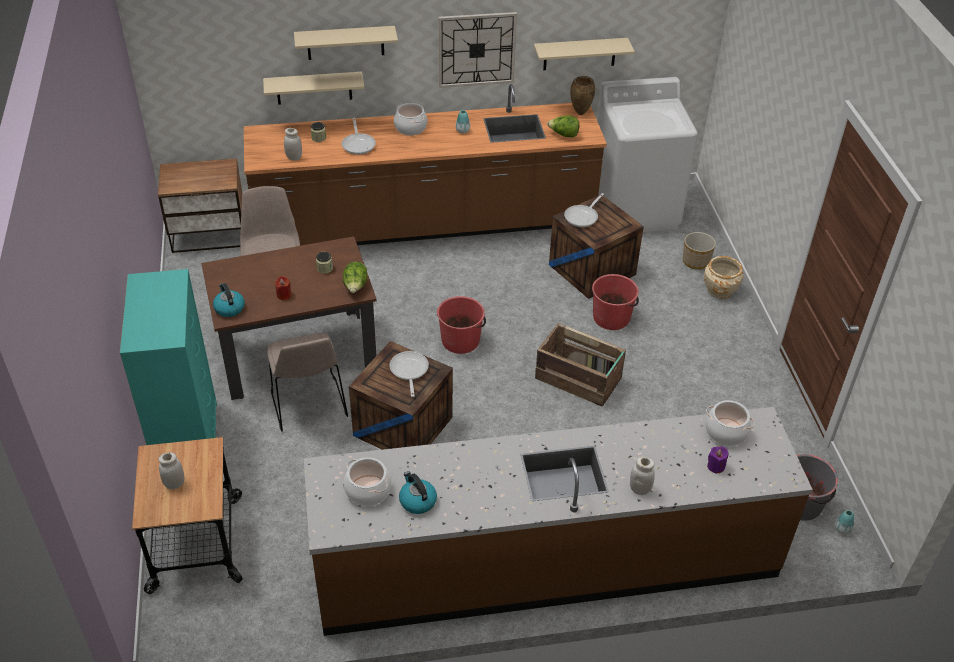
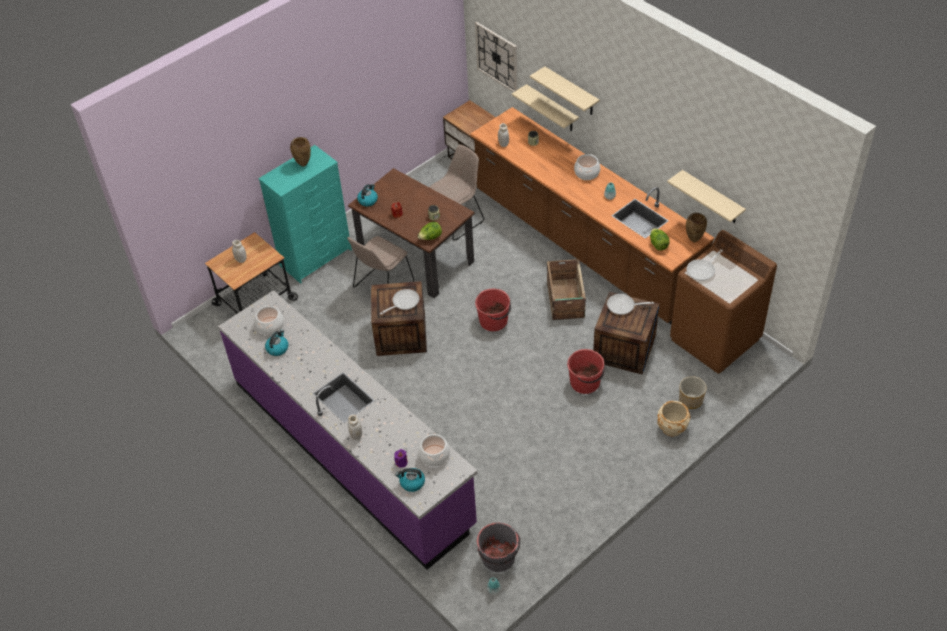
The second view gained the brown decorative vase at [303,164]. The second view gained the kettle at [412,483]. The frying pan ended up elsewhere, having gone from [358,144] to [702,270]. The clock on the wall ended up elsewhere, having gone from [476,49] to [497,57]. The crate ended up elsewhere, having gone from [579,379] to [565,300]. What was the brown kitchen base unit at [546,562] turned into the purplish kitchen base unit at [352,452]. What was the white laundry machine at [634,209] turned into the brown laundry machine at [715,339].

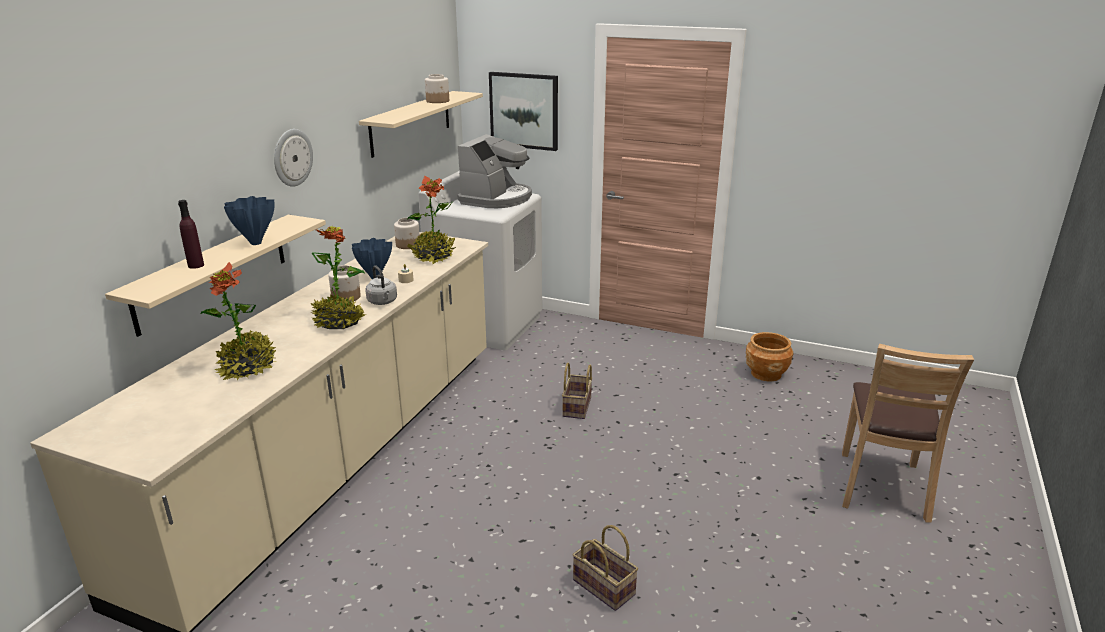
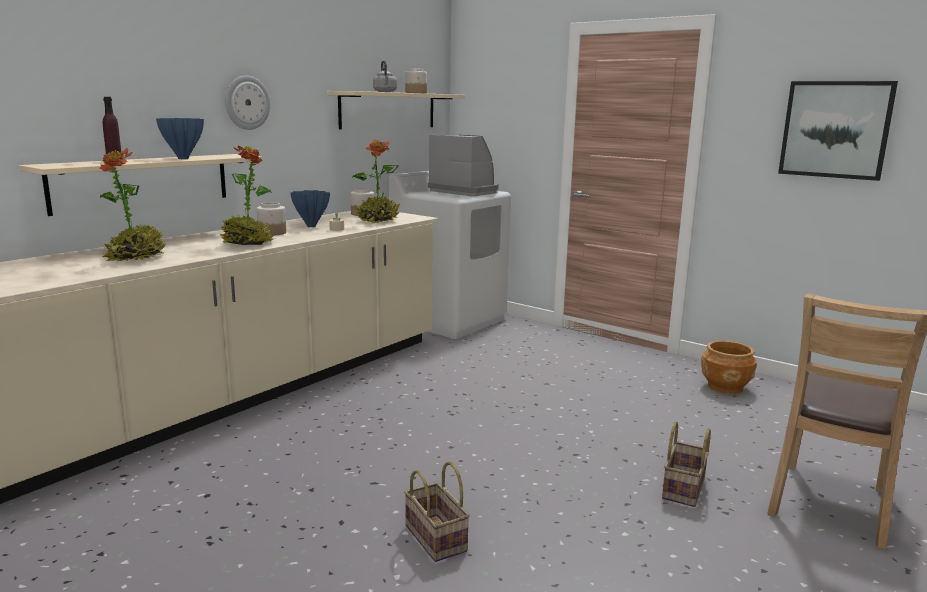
The grey kettle ended up elsewhere, having gone from [383,302] to [385,92]. The picture ended up elsewhere, having gone from [524,110] to [835,129]. The storage basket ended up elsewhere, having gone from [577,407] to [684,490]. The coffee brewer at [496,199] ended up facing another way, 90 degrees counterclockwise from before.

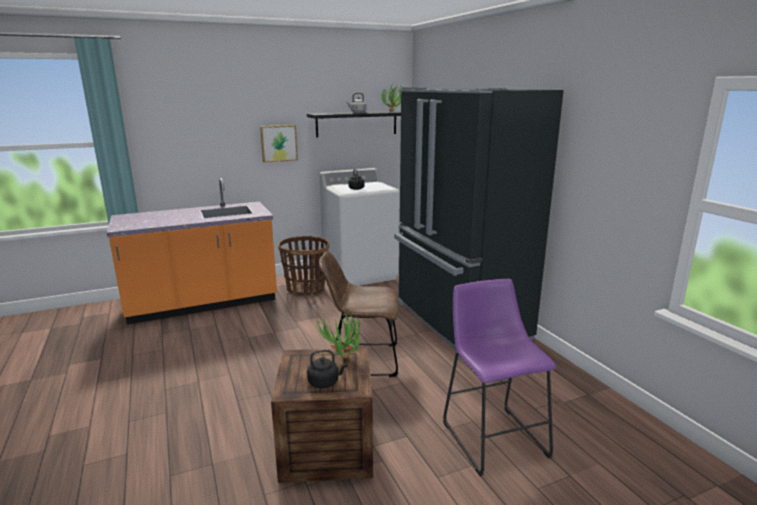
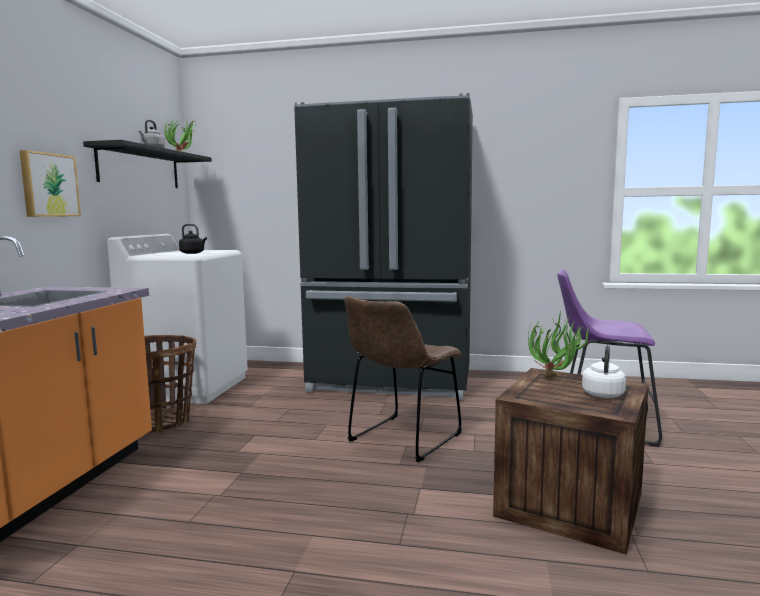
What was the black-coloured kettle at [325,382] turned into the white kettle at [603,394].

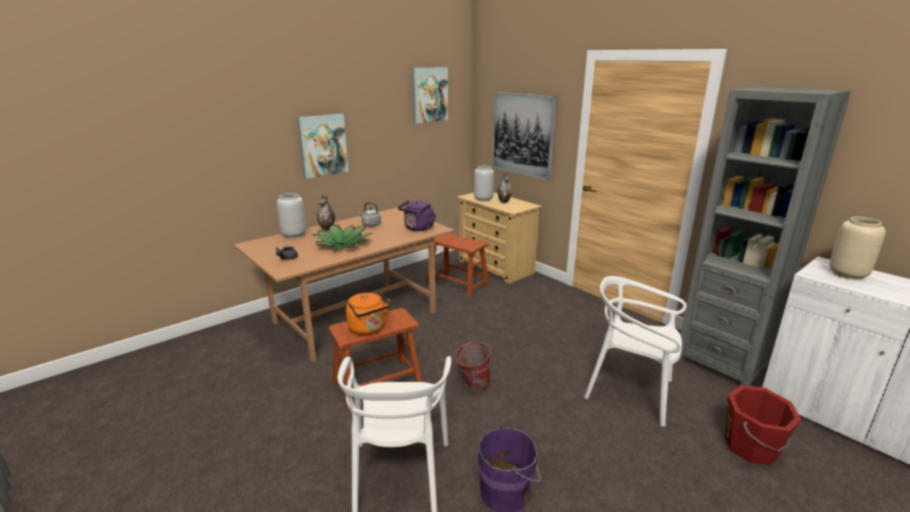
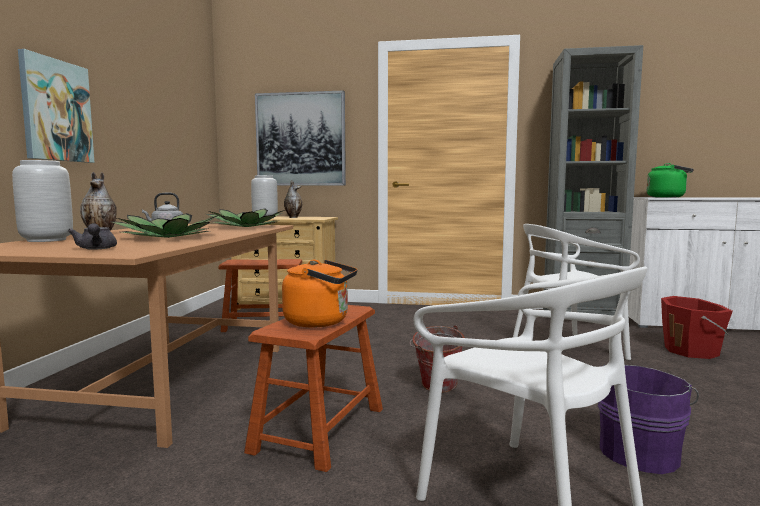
The second view lost the picture at [429,95]. Where the purplish kettle stood at [418,228], the plant in a pot came to stand at [246,227]. Where the sand-coloured decorative vase stood at [848,275], the green-coloured kettle came to stand at [668,197].

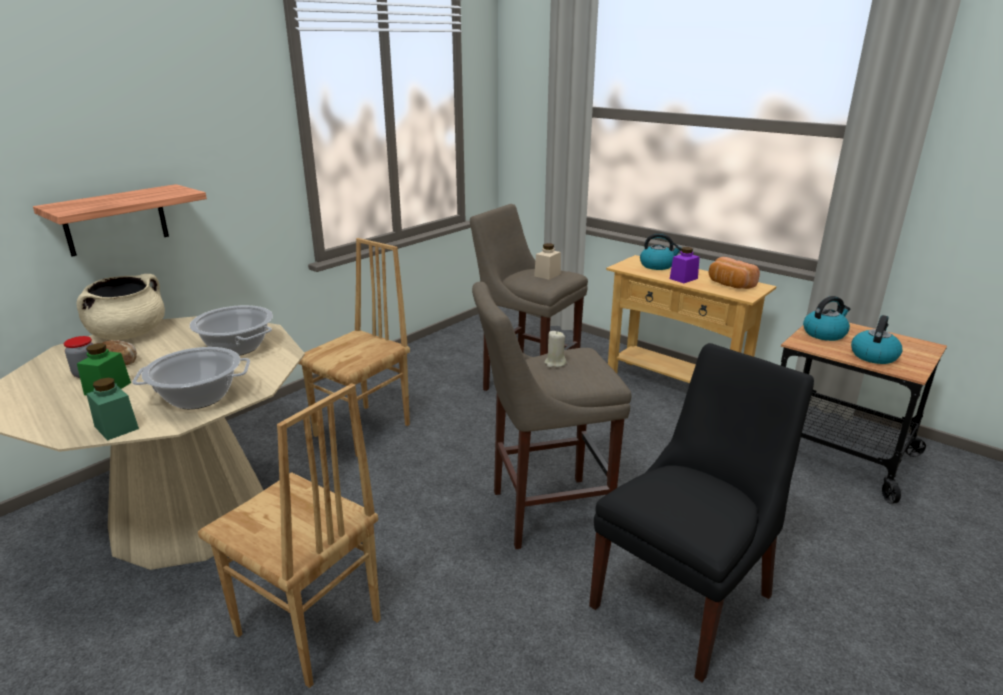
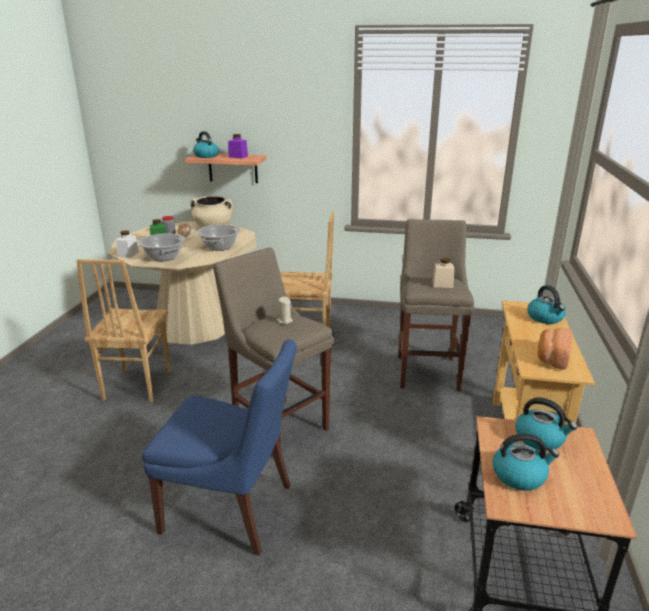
The second view gained the kettle at [205,156]. The purplish storage jar ended up elsewhere, having gone from [683,278] to [238,156]. What was the green-coloured storage jar at [116,427] turned into the white storage jar at [128,254]. What was the black-coloured chair at [685,597] turned into the blue chair at [232,509].

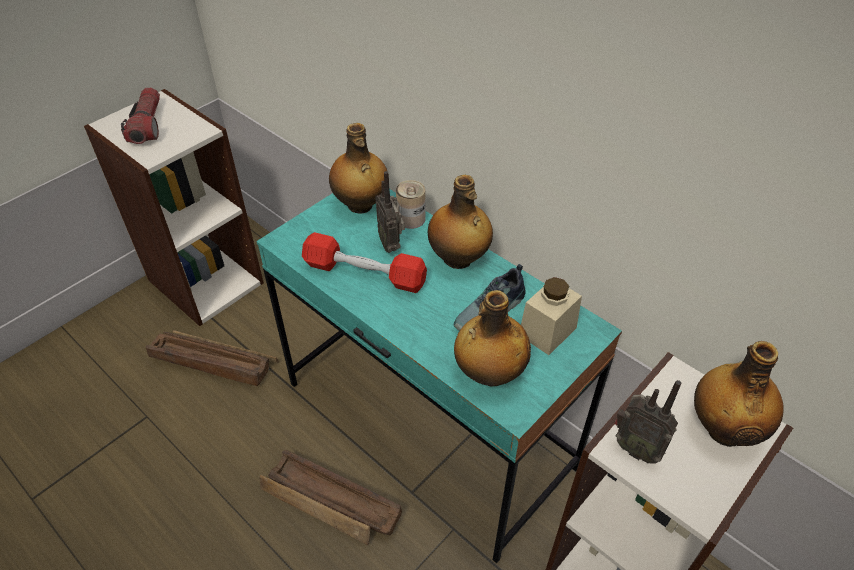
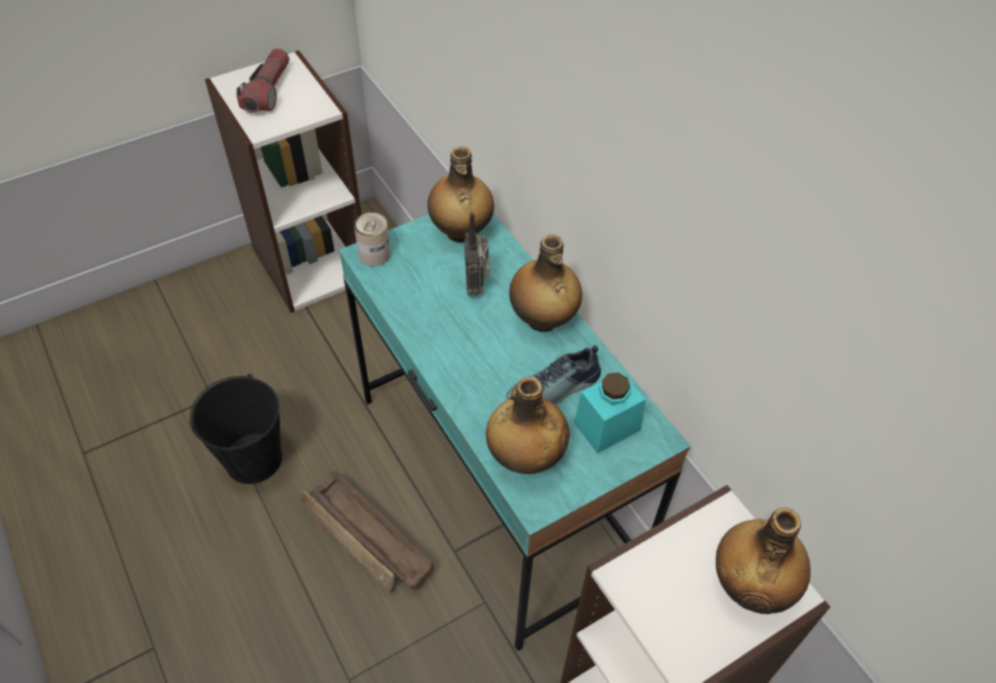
The second view lost the crate at [214,363]. The second view lost the red free weight at [365,273]. The second view lost the radio receiver at [635,448]. The second view gained the black-coloured water bucket at [254,459]. The can ended up elsewhere, having gone from [411,219] to [374,254]. What was the sand-coloured storage jar at [547,331] turned into the turquoise storage jar at [607,426].

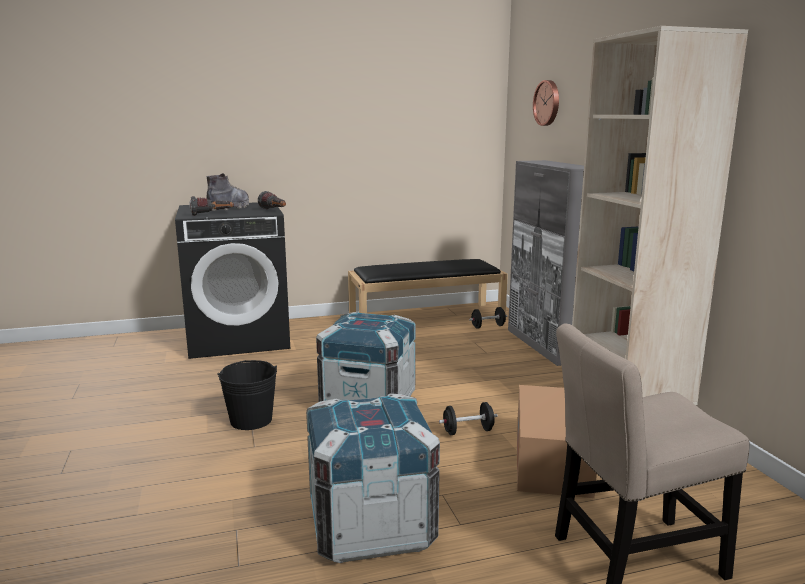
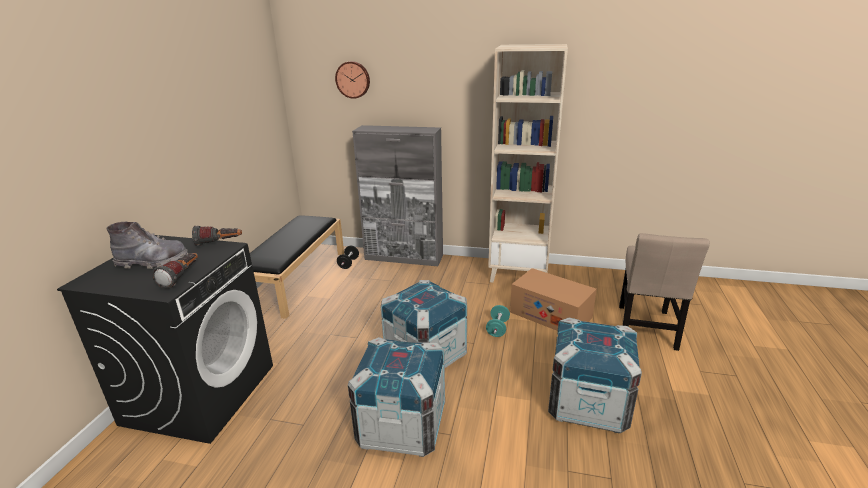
Where the black-coloured water bucket stood at [251,420], the crate came to stand at [402,426]. What was the black-coloured free weight at [468,431] turned into the turquoise free weight at [497,328]. The grey high-top boot at [229,208] ended up facing another way, 120 degrees clockwise from before.

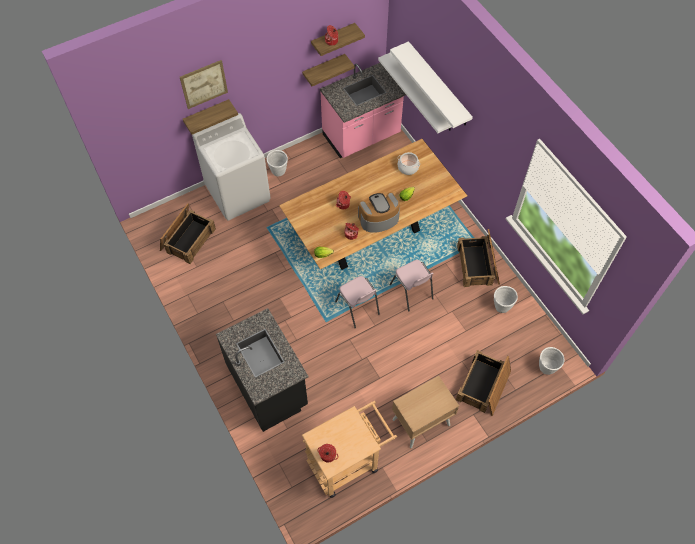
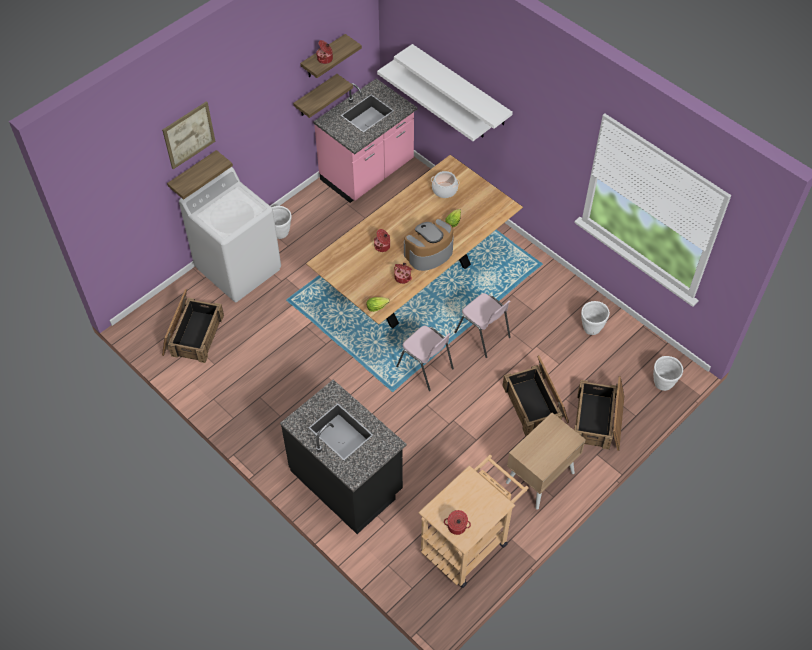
The crate ended up elsewhere, having gone from [478,265] to [536,404].

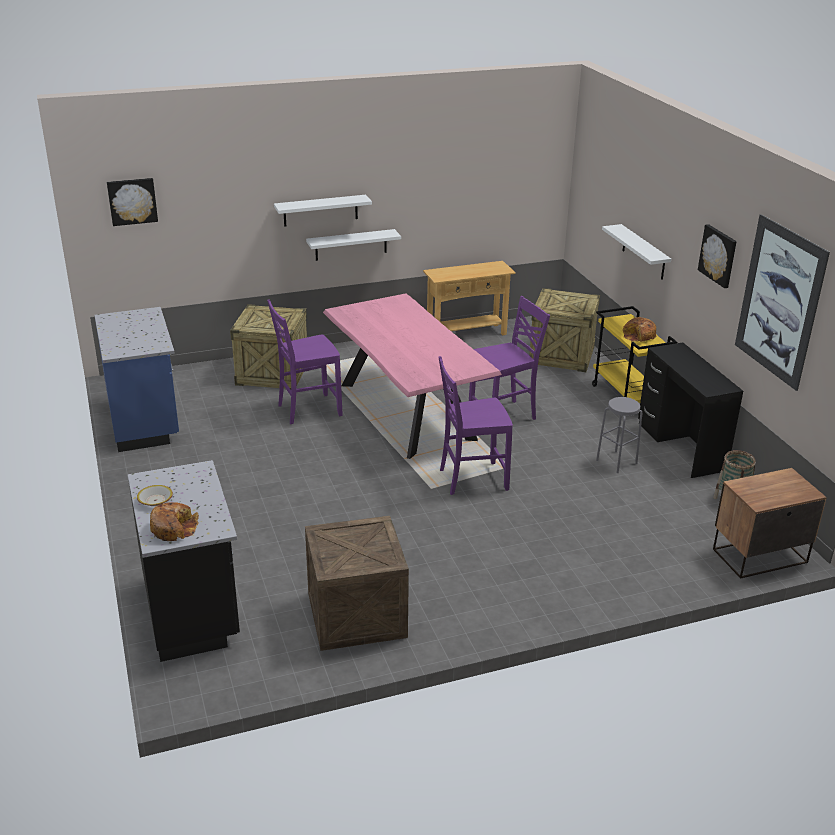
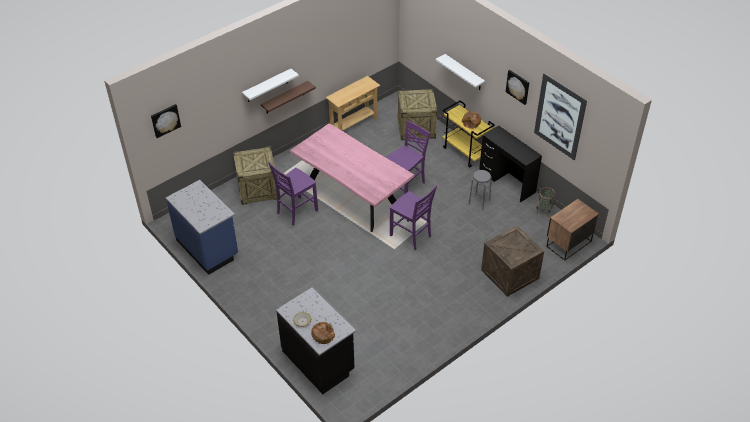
The crate ended up elsewhere, having gone from [355,616] to [509,275]. What was the white bracket shelf at [351,245] turned into the brown bracket shelf at [285,98]. The purplish chair at [471,479] ended up facing another way, 105 degrees counterclockwise from before.

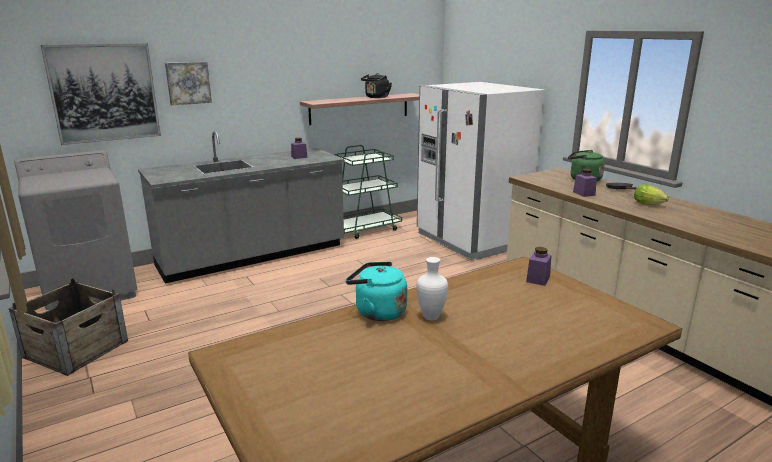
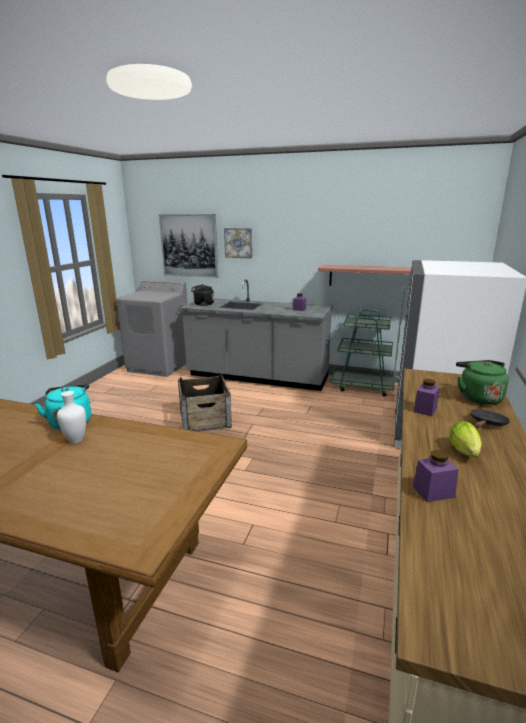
The crate ended up elsewhere, having gone from [75,349] to [205,419]. The black-coloured kettle ended up elsewhere, having gone from [376,97] to [202,304]. The purplish storage jar ended up elsewhere, having gone from [538,279] to [433,492].

